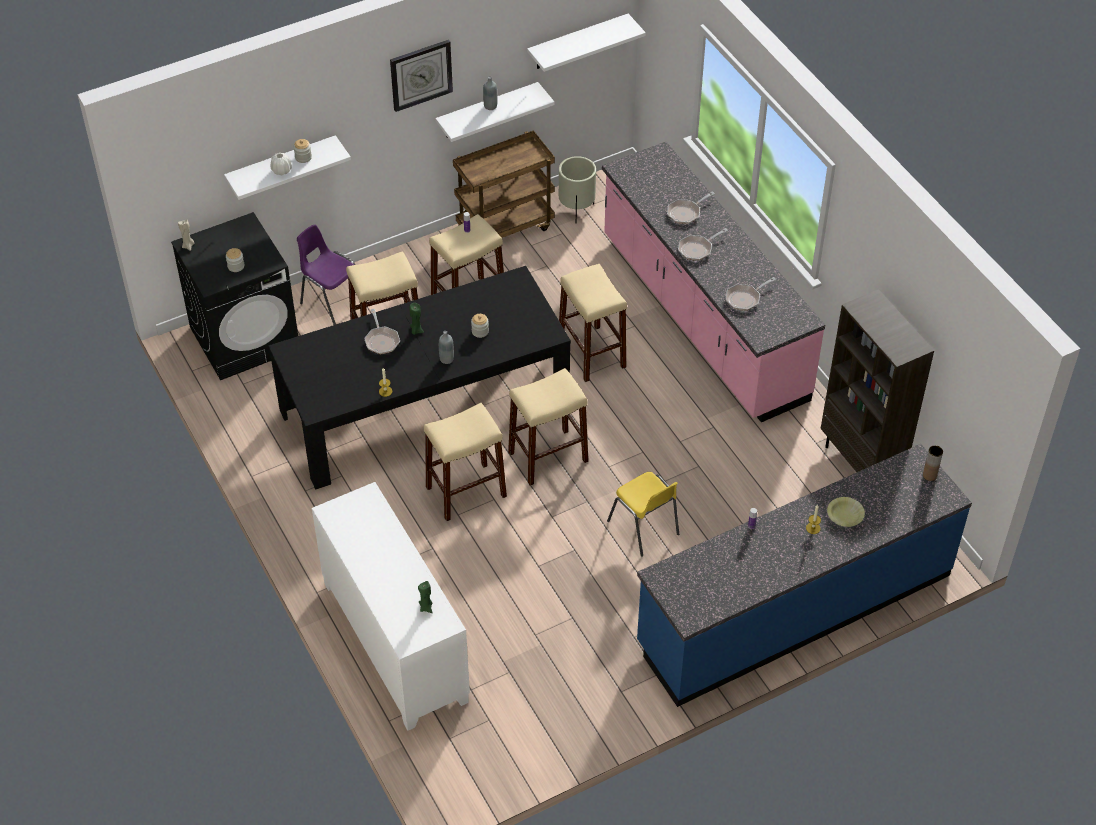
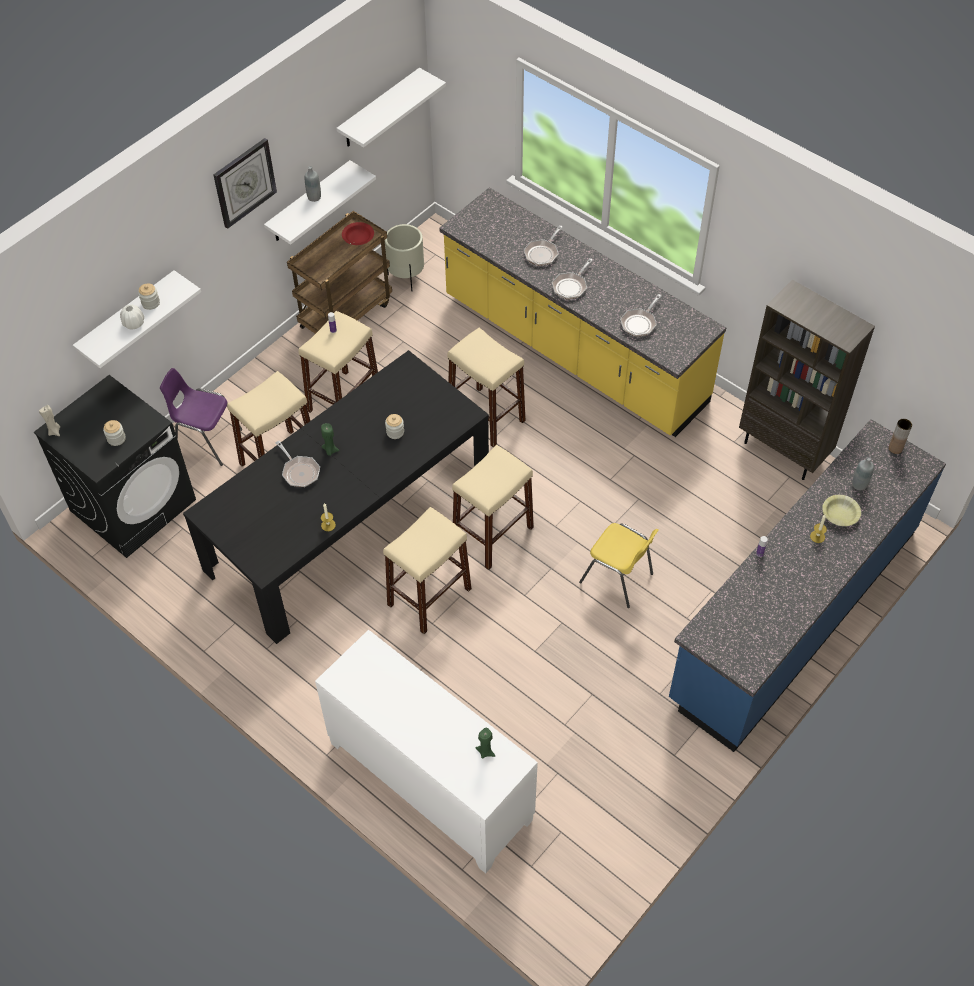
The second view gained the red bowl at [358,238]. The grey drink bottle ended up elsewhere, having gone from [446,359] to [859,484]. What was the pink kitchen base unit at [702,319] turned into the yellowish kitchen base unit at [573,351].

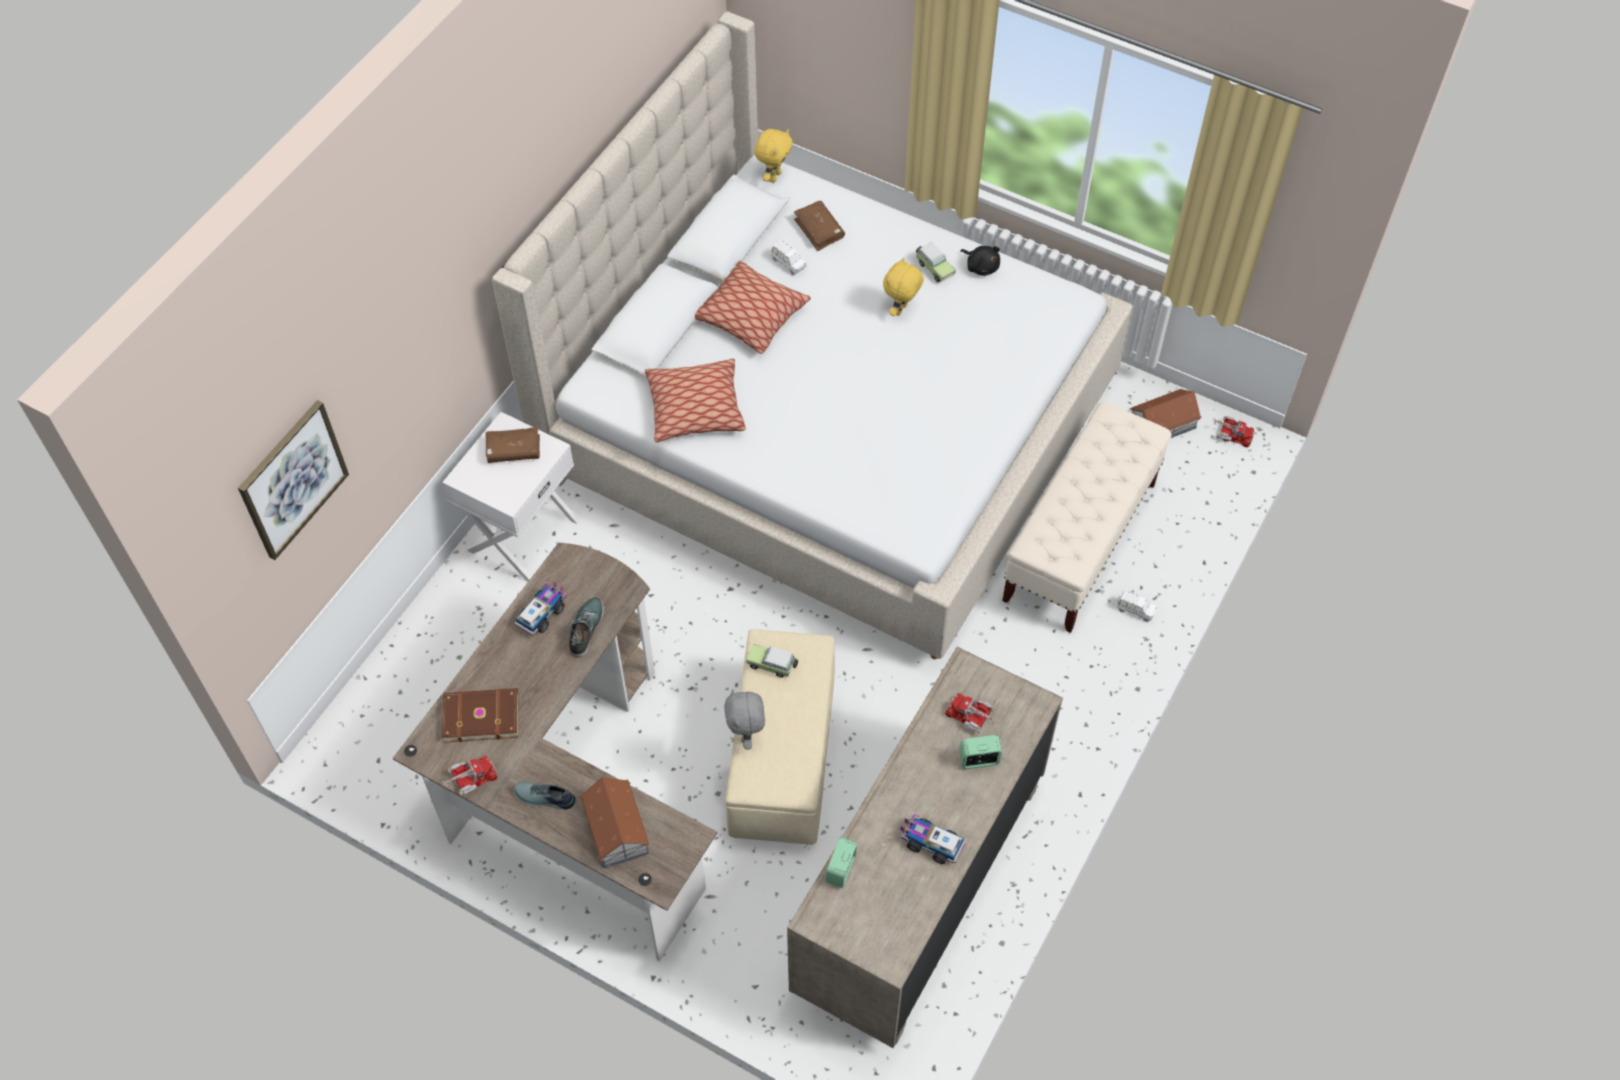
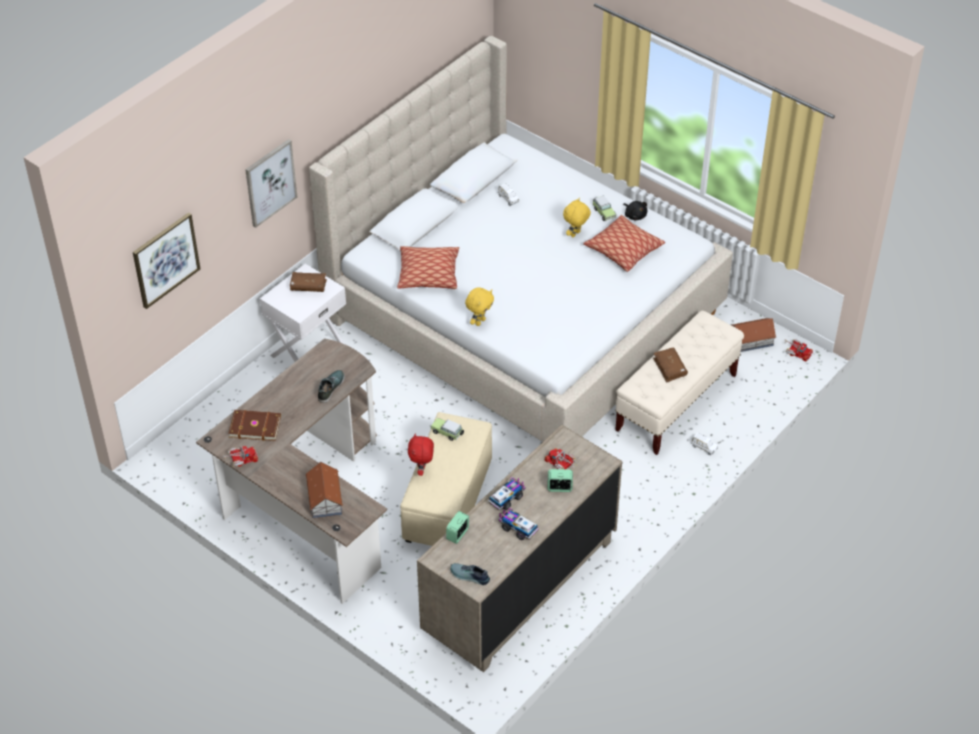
The second view gained the picture at [270,182]. The item of footwear ended up elsewhere, having gone from [544,799] to [469,576]. The model truck ended up elsewhere, having gone from [542,613] to [507,498]. The throw pillow ended up elsewhere, having gone from [750,316] to [623,250]. The yellowish cuddly toy ended up elsewhere, having gone from [774,176] to [479,321]. The brown bound book ended up elsewhere, having gone from [819,230] to [670,368]. What was the grey cuddly toy at [747,735] turned into the red cuddly toy at [422,470].

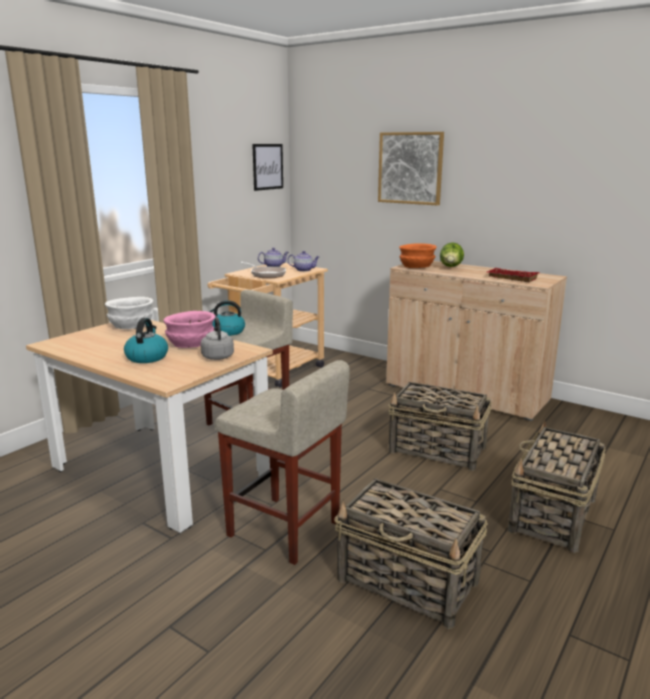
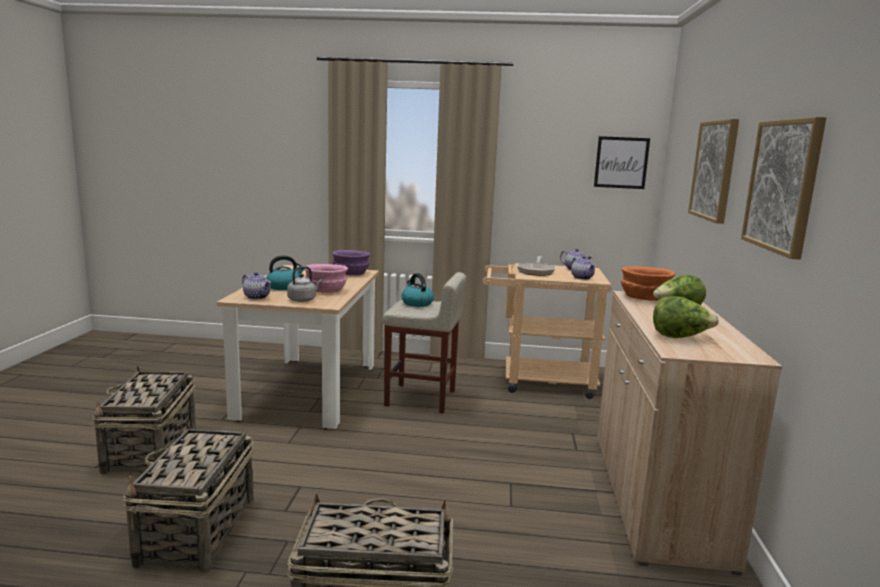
The second view lost the sand-coloured sitting stool at [285,529]. The second view gained the pot for tea at [257,297]. The second view gained the picture at [783,186]. The storage basket ended up elsewhere, having gone from [438,450] to [150,450]. Where the red carrying tray stood at [510,278], the head of lettuce came to stand at [680,337]. What was the white bowl at [130,326] turned into the purplish bowl at [350,273].

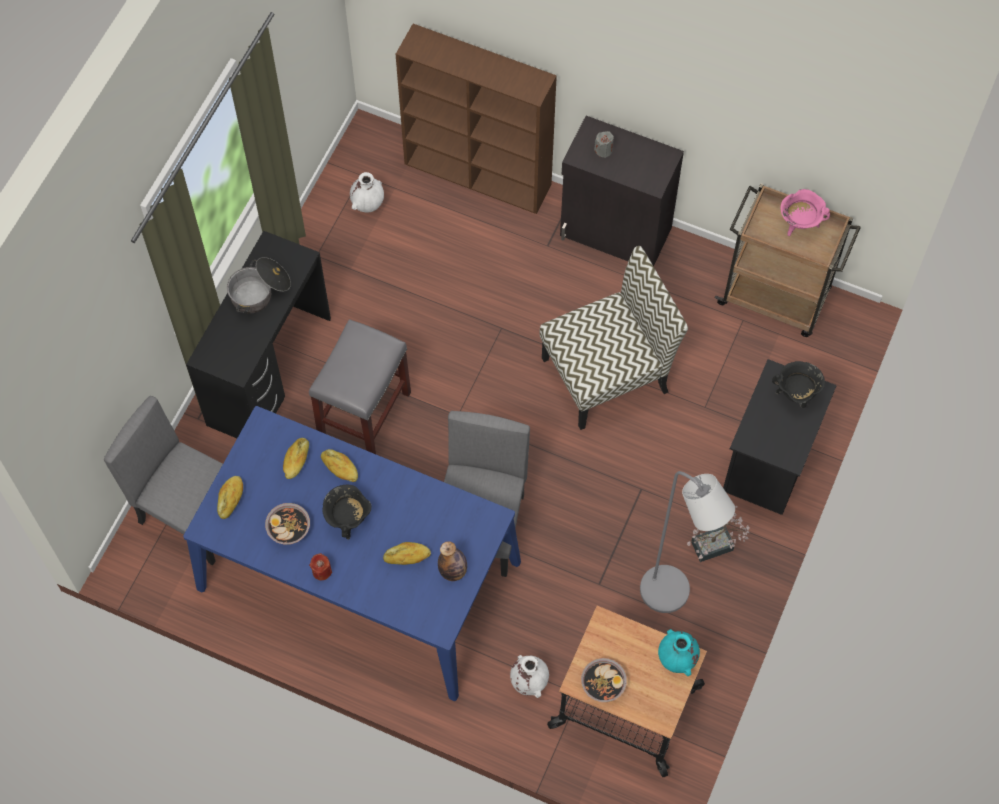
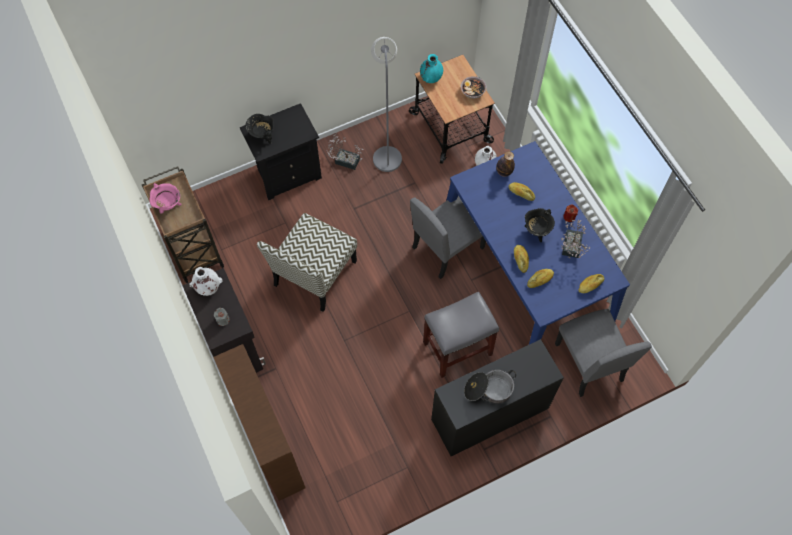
The white decorative vase ended up elsewhere, having gone from [368,205] to [208,288]. Where the bowl stood at [289,529], the plant in a pot came to stand at [570,248]. The chair at [607,373] ended up facing another way, 75 degrees counterclockwise from before.

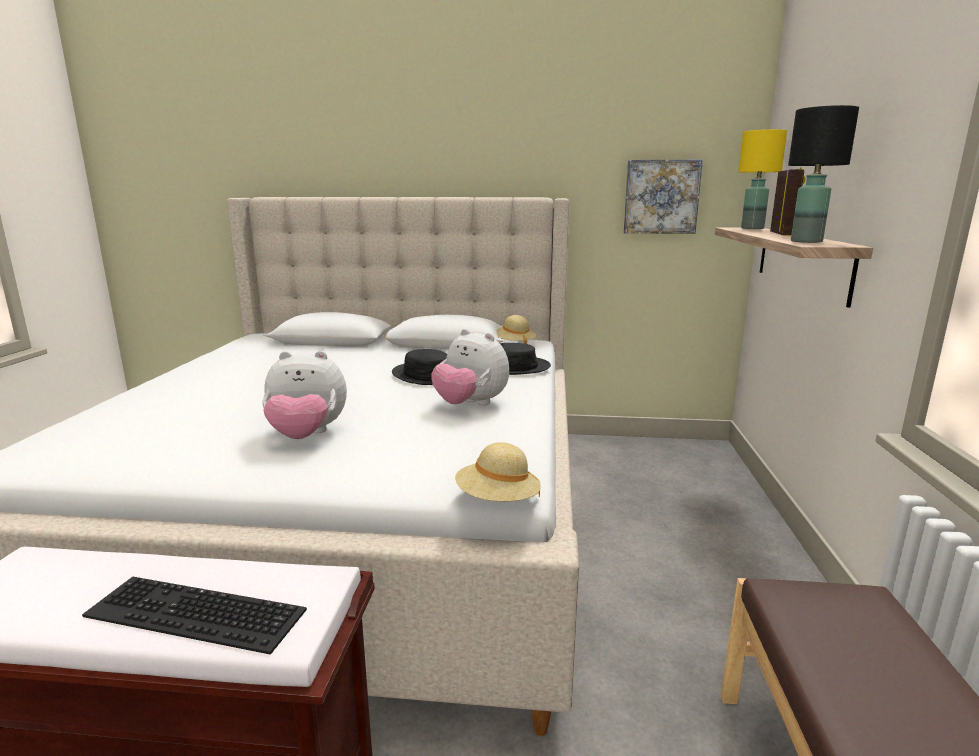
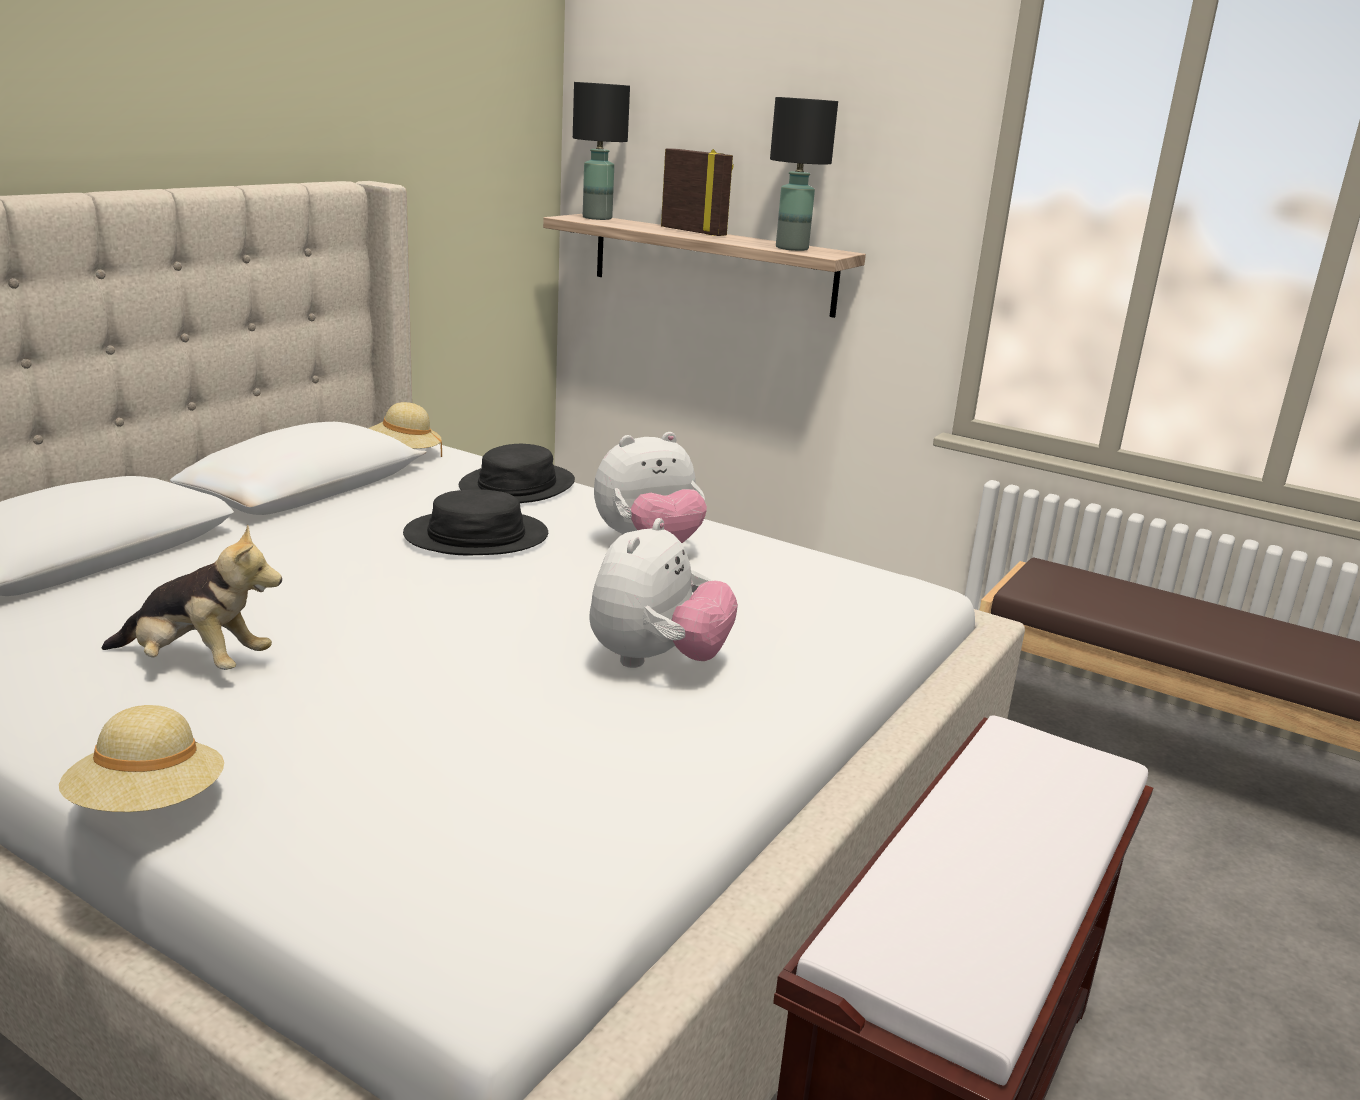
The second view lost the computer keyboard at [190,615]. The second view lost the picture at [661,197]. The second view gained the cuddly toy at [196,663]. The sand-coloured clothing hat ended up elsewhere, having gone from [497,500] to [148,805]. What was the yellowish lamp for a table at [752,228] turned into the black-coloured lamp for a table at [598,218].

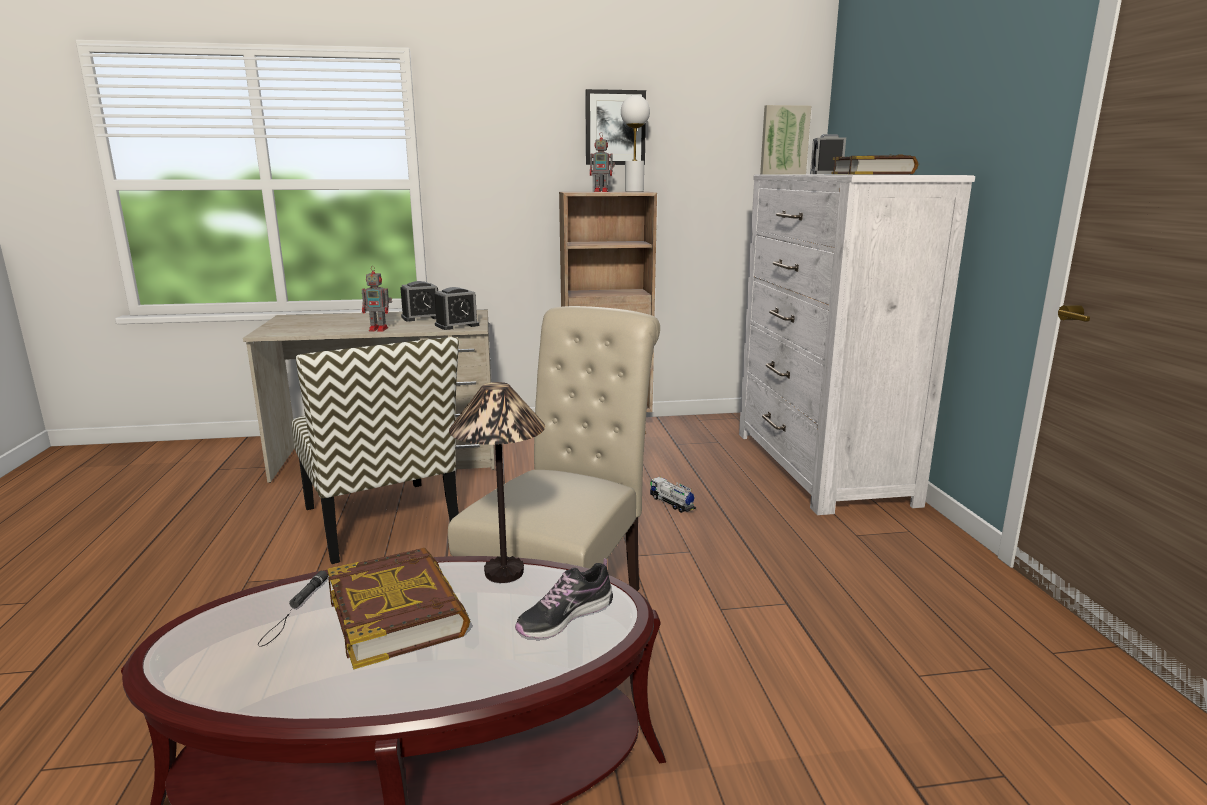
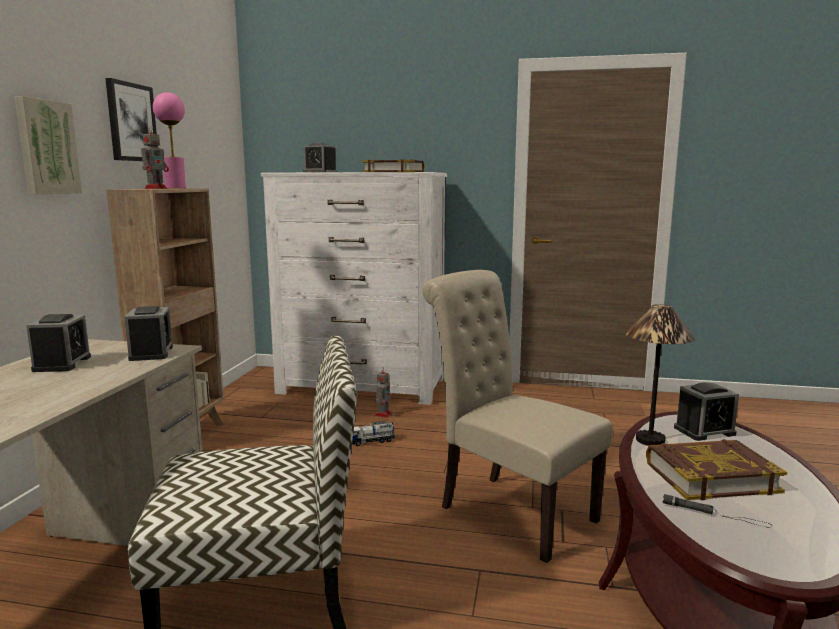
The robot figure ended up elsewhere, having gone from [379,329] to [383,414]. The picture ended up elsewhere, having gone from [784,142] to [46,147]. Where the item of footwear stood at [564,617], the alarm clock came to stand at [704,431]. What was the white lamp for a table at [634,191] turned into the pink lamp for a table at [175,188].

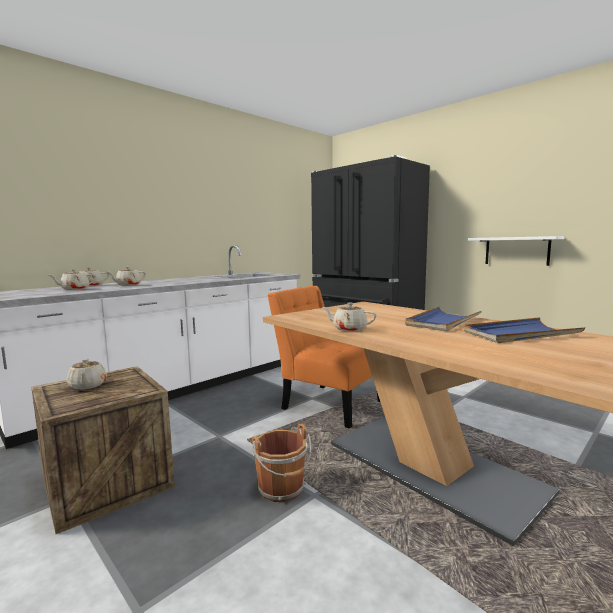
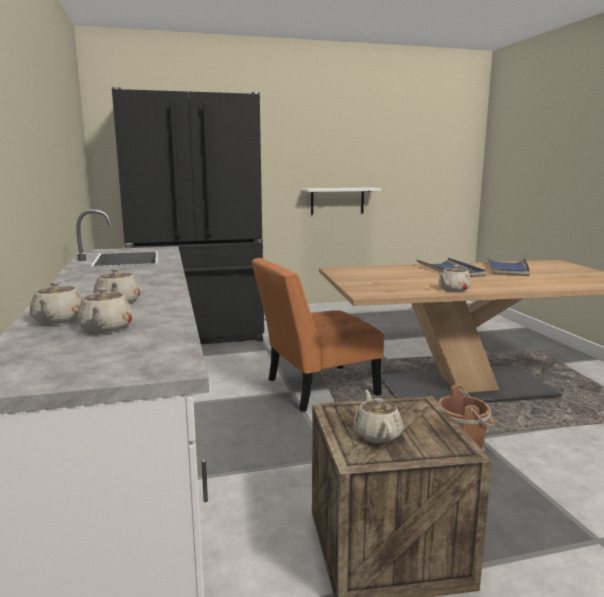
The sand-coloured pot for tea at [87,386] ended up facing another way, 105 degrees counterclockwise from before.

